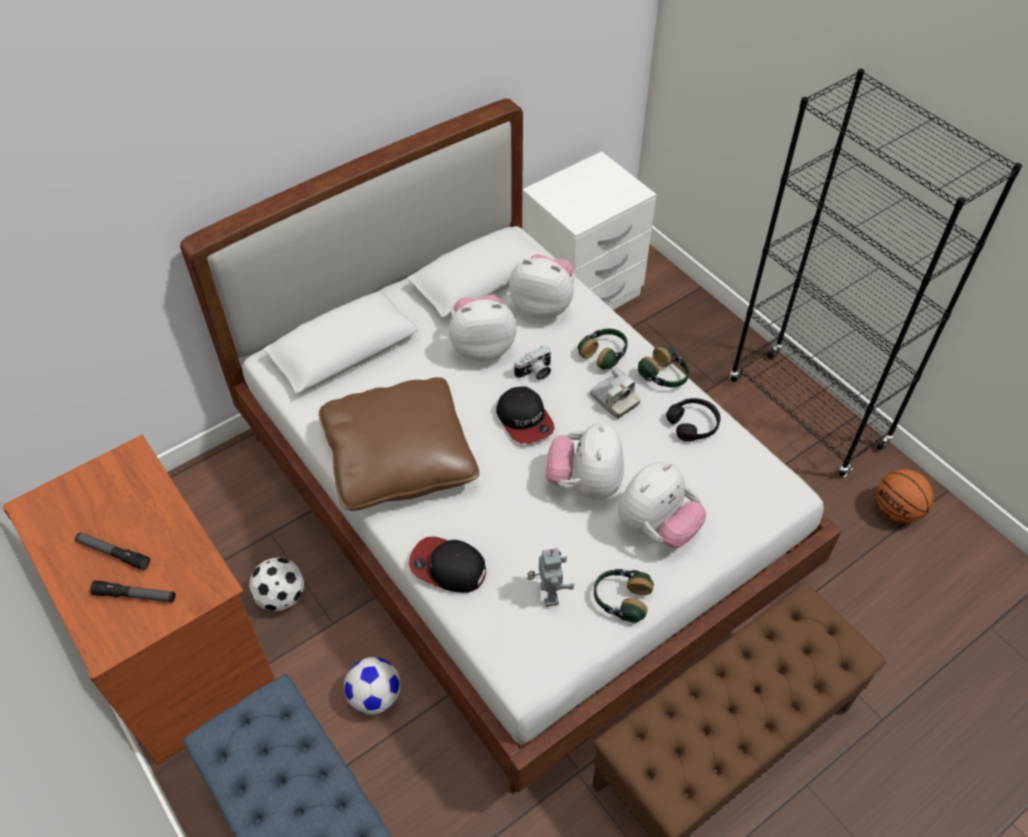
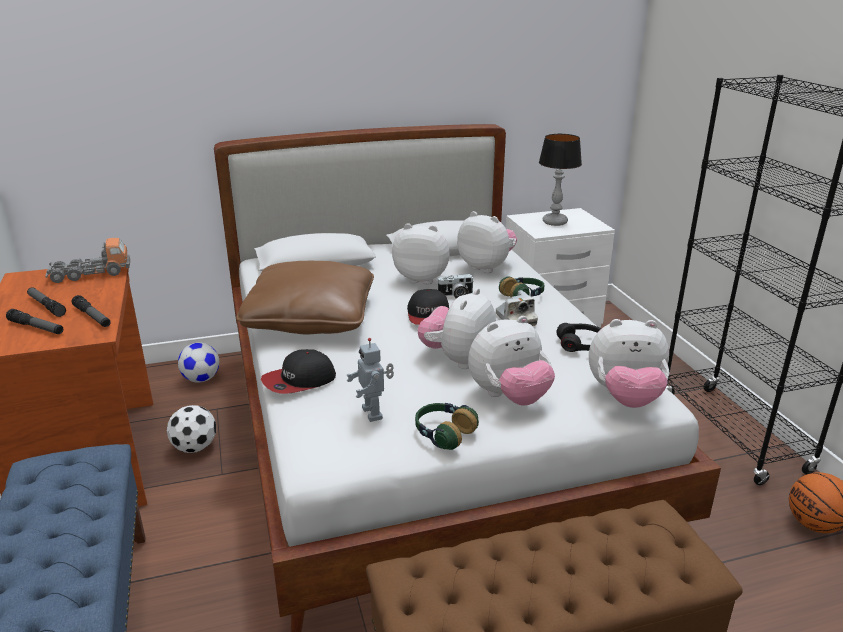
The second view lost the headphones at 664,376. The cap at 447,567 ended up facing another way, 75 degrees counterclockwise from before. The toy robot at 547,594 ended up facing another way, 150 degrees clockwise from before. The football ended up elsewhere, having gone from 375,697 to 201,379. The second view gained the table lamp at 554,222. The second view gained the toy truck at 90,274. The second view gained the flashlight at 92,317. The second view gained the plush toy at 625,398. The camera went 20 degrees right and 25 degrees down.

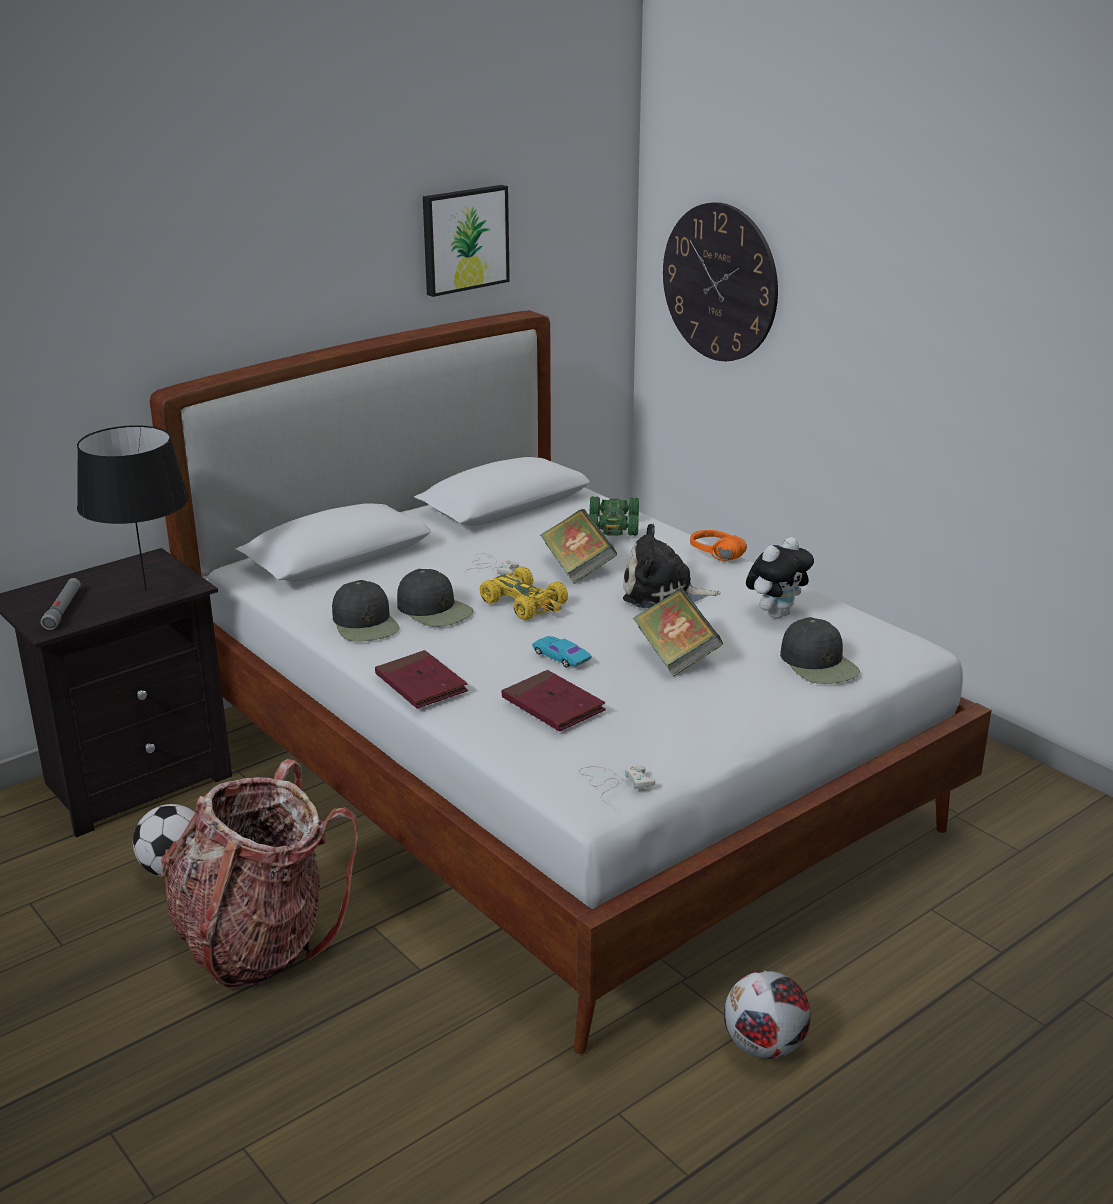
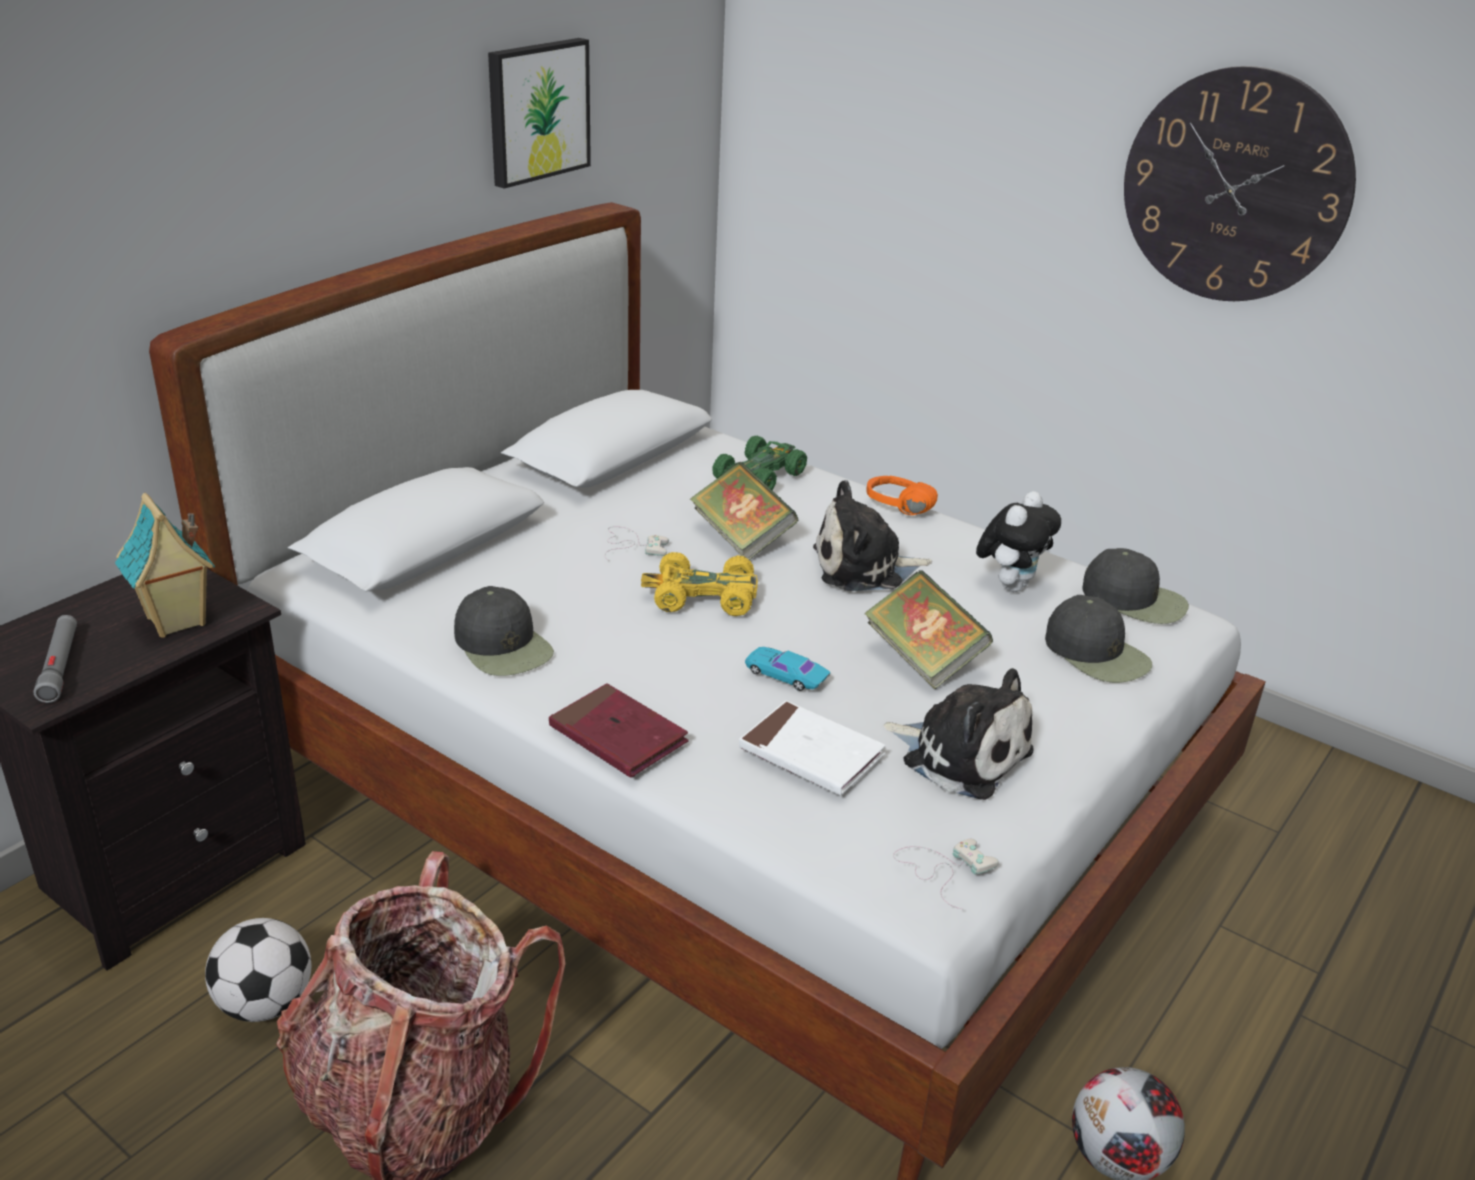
The wall clock ended up elsewhere, having gone from 720,282 to 1235,186. Where the table lamp (black) stood at 145,590, the toy house came to stand at 176,622. The toy car (green) at 613,526 ended up facing another way, 135 degrees counterclockwise from before. The toy car (yellow) at 525,603 ended up facing another way, 150 degrees clockwise from before. The cap (black) ended up elsewhere, having gone from 435,610 to 1135,599. What was the book (red) at 553,705 turned into the book (white) at 811,753. The second view gained the plush toy at 960,754. The camera went 15 degrees left and 5 degrees up.

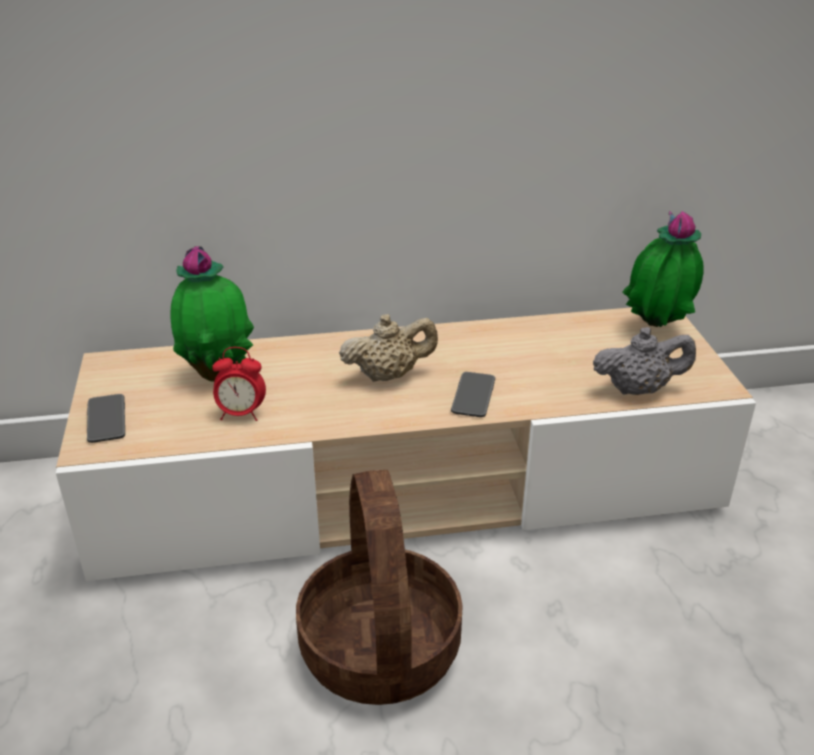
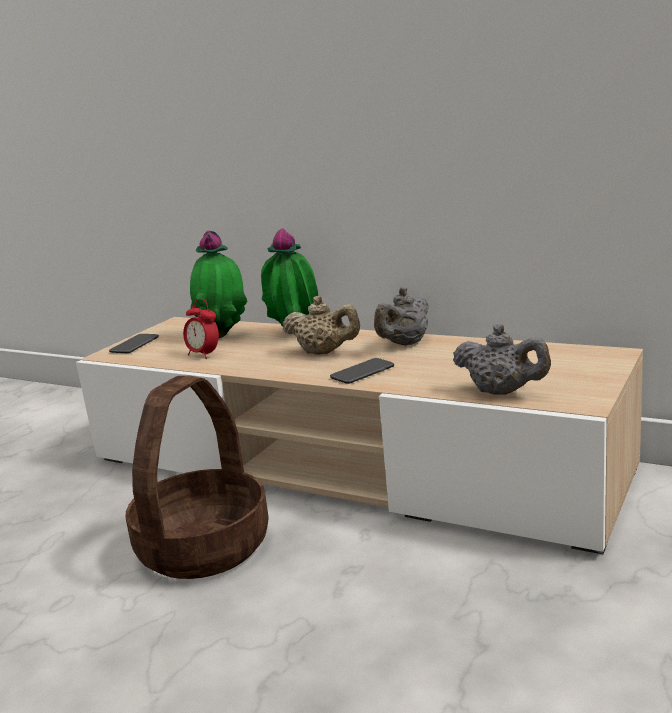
The potted plant ended up elsewhere, having gone from 655,329 to 294,335. The second view gained the teapot (grey) at 405,344. The camera went 40 degrees right and 15 degrees down.

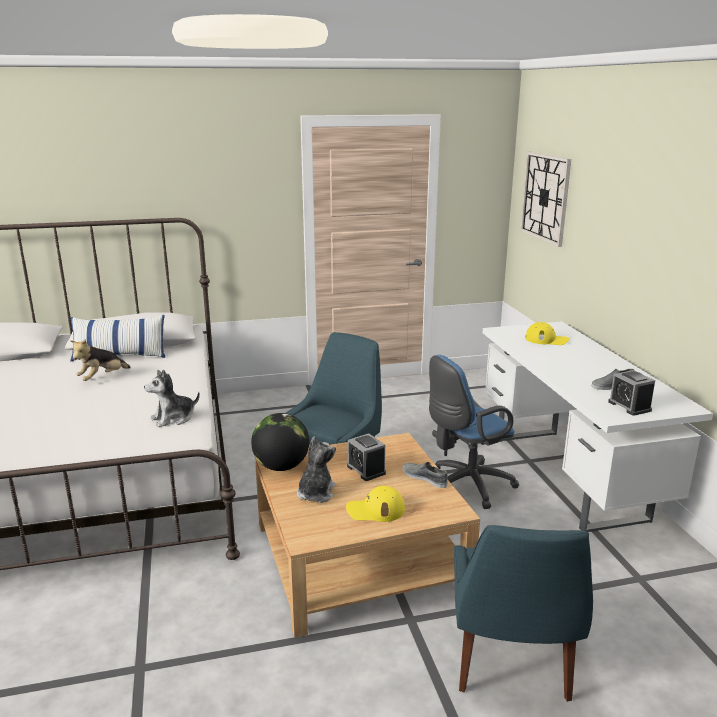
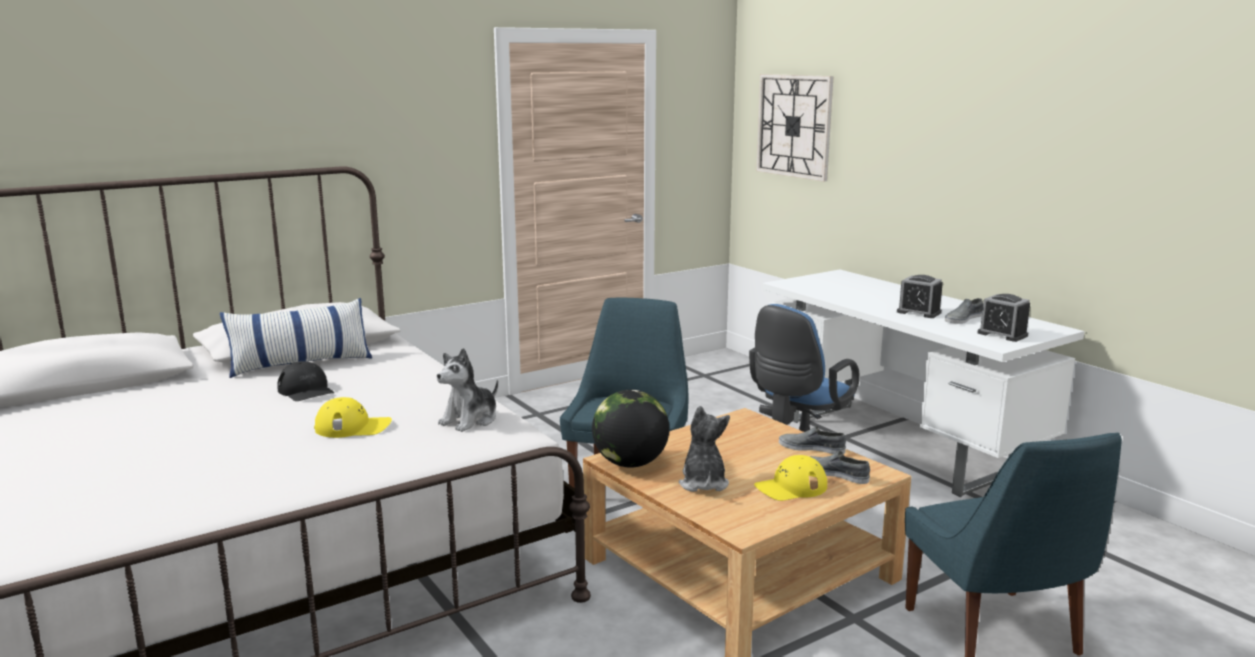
The cap (yellow) ended up elsewhere, having gone from 546,339 to 353,427. Where the plush toy stood at 102,378, the cap (black) came to stand at 306,391. The alarm clock ended up elsewhere, having gone from 366,470 to 919,312. The second view gained the shoe (grey) at 835,474. The camera went 20 degrees left and 5 degrees down.

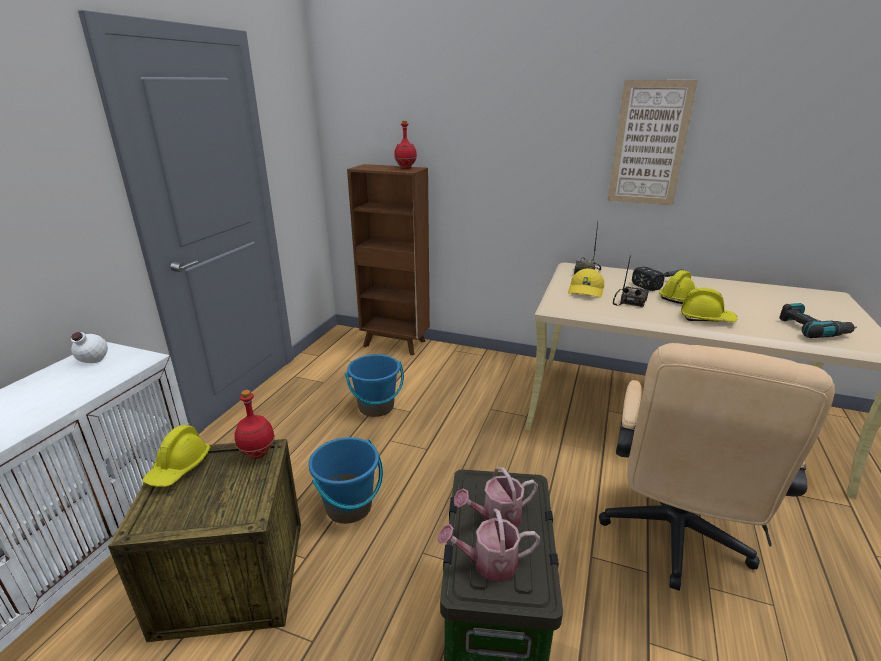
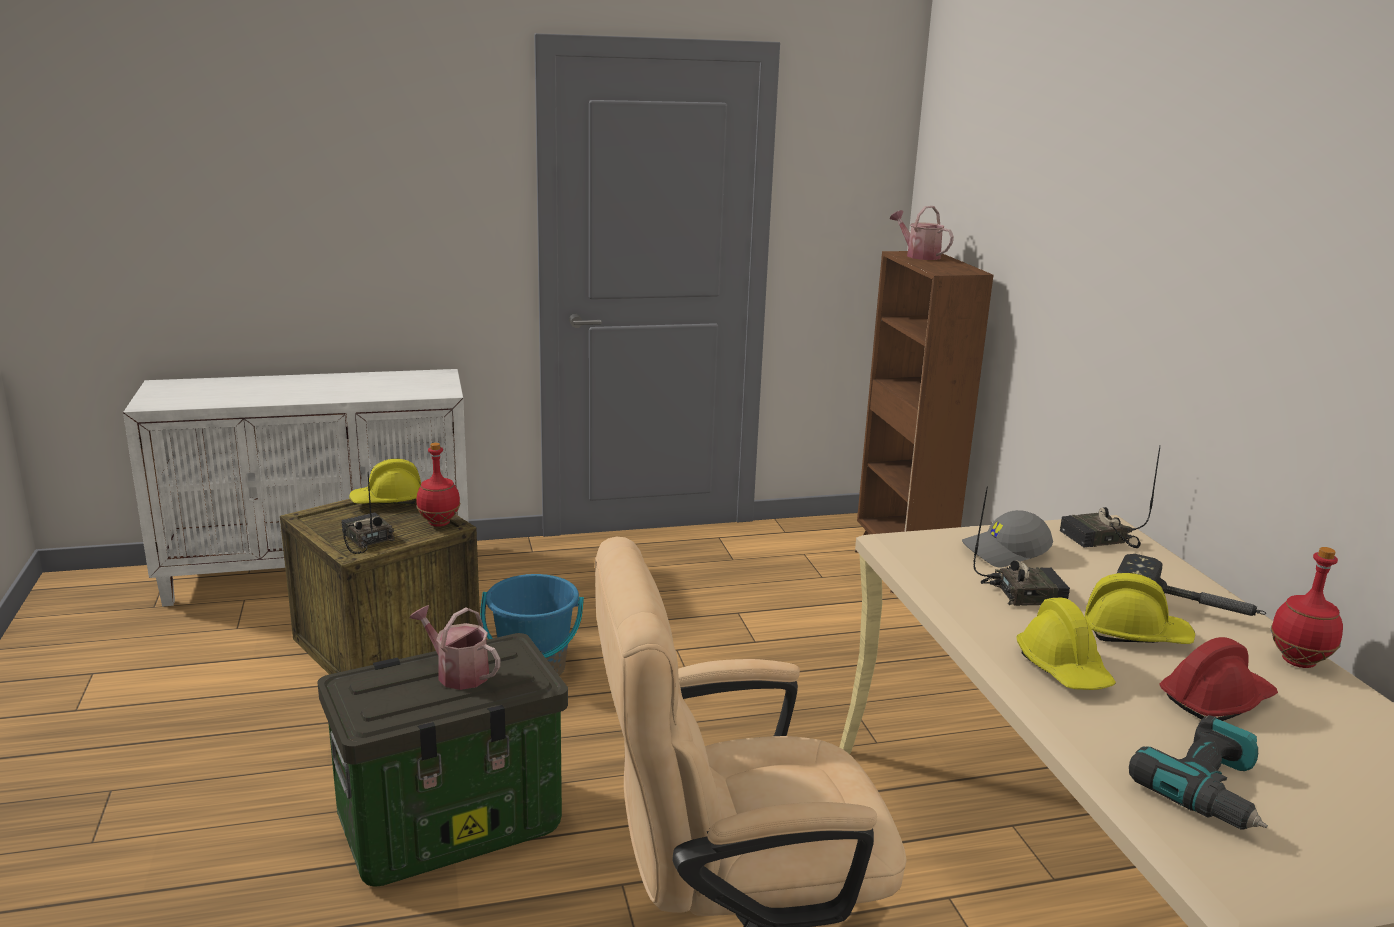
The second view lost the picture at 649,144. The bottle (red) ended up elsewhere, having gone from 405,168 to 1297,662. What was the cap (yellow) at 586,291 turned into the cap (grey) at 1005,552. The second view lost the bottle (white) at 91,362. The second view lost the bucket (blue) at 376,407. The watering can ended up elsewhere, having gone from 488,563 to 919,255. The second view gained the radio at 365,539. The second view gained the hard hat (red) at 1216,700. The camera went 55 degrees right and 5 degrees down.

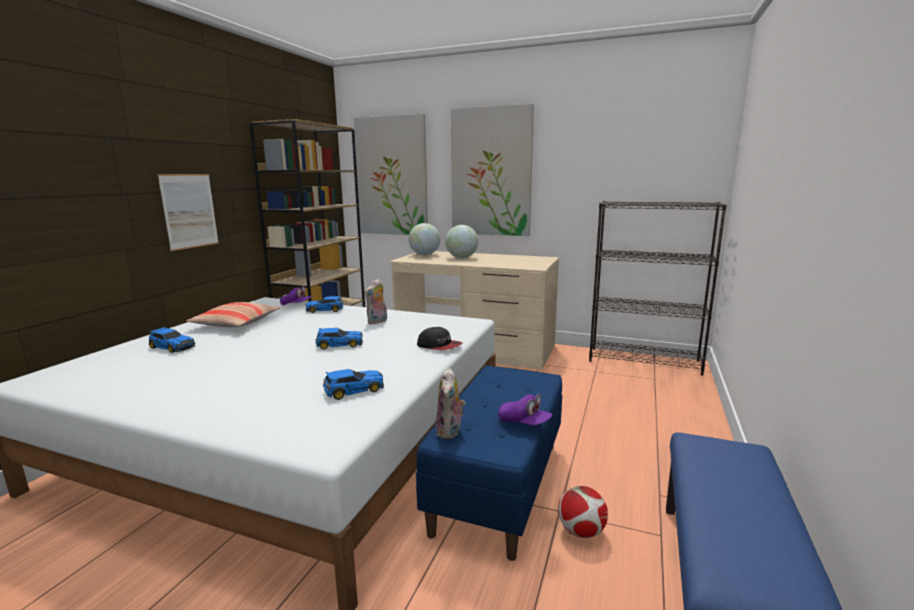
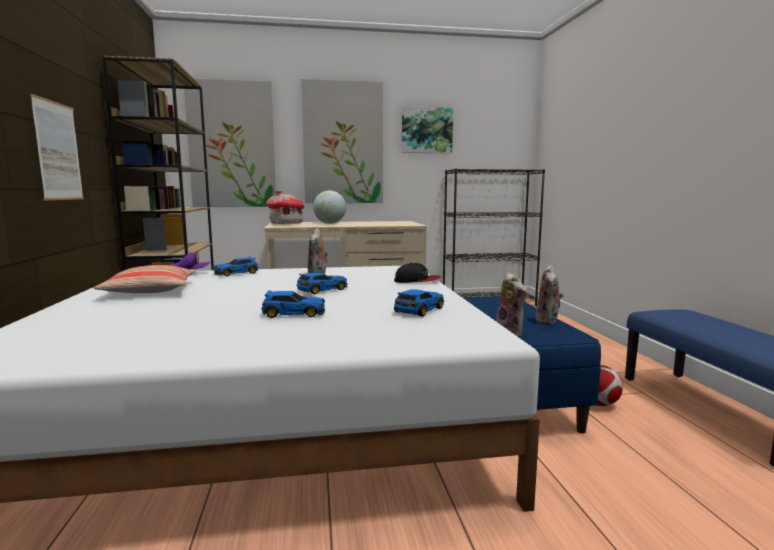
Where the globe stood at 424,255, the toy house came to stand at 286,223. The toy car ended up elsewhere, having gone from 172,347 to 293,313. Where the cap (purple) stood at 524,423, the plush toy came to stand at 548,321. The second view gained the picture at 426,130. The camera went 30 degrees left and 5 degrees down.

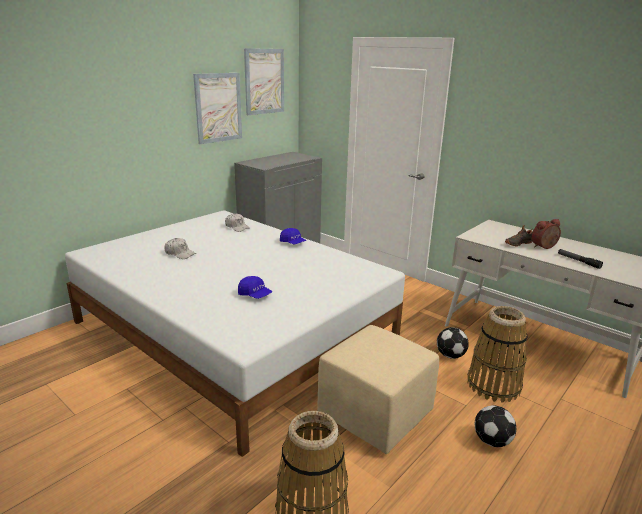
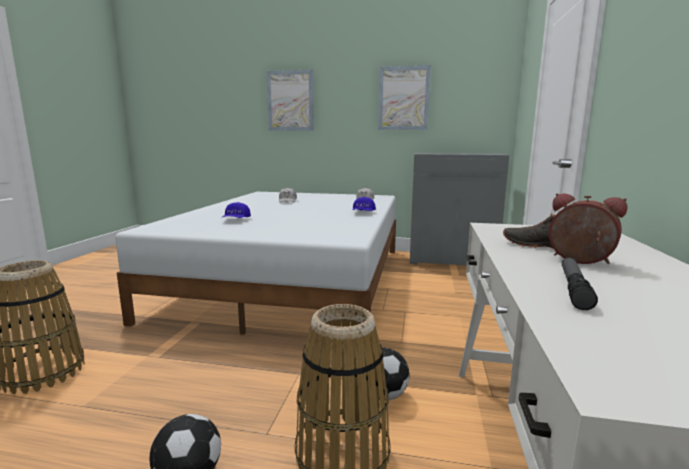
The picture ended up elsewhere, having gone from 264,81 to 290,101. The second view lost the ottoman (beige) at 375,413. The camera went 60 degrees right and 10 degrees down.

